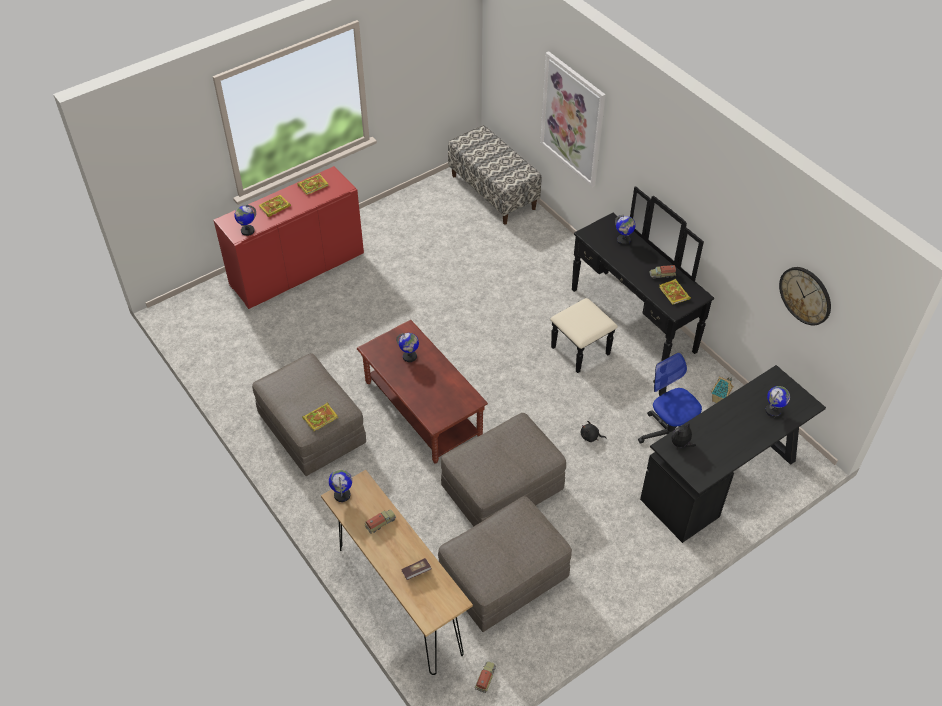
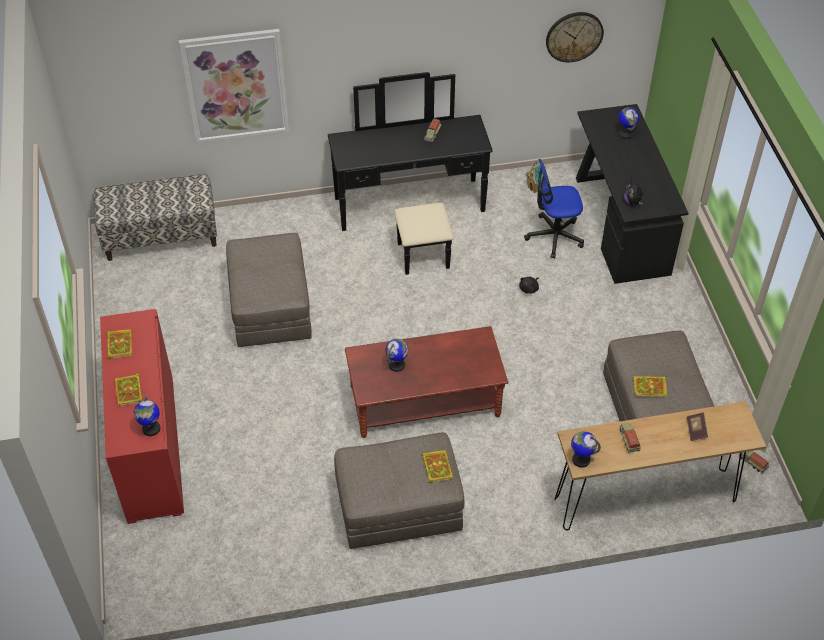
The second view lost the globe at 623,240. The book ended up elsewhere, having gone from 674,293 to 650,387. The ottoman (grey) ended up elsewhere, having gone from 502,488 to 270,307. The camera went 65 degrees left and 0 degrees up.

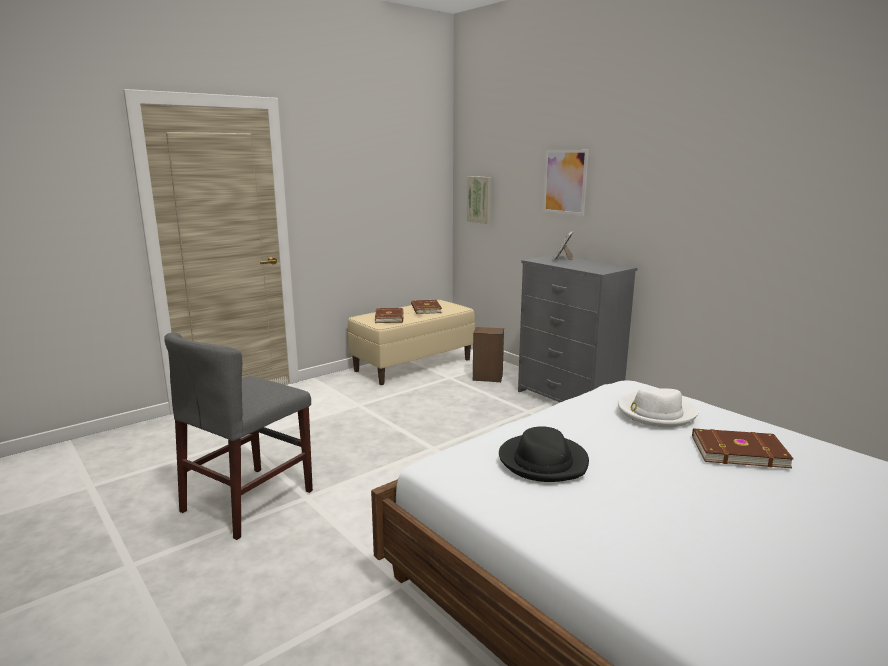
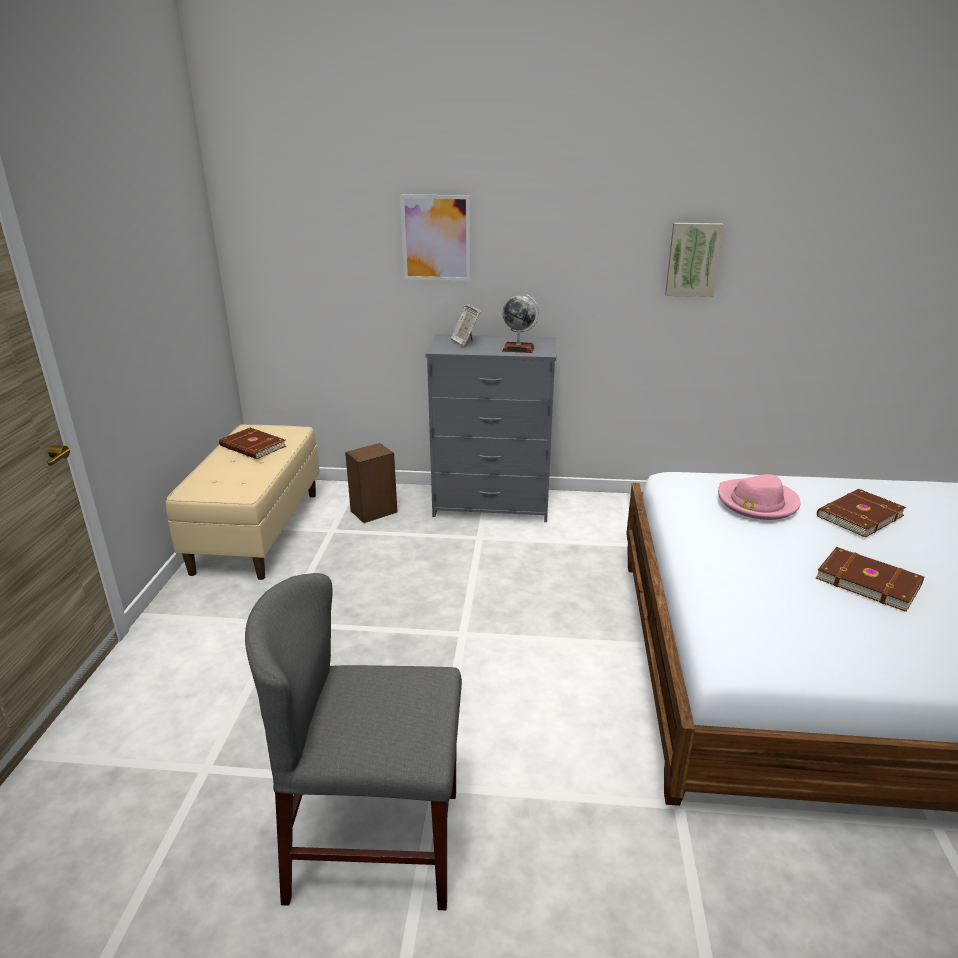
The picture ended up elsewhere, having gone from 480,199 to 693,259. The book (brown) ended up elsewhere, having gone from 390,317 to 868,581. The chair (grey) at 248,500 ended up facing another way, 105 degrees clockwise from before. What was the hat (white) at 655,412 turned into the hat (pink) at 757,502. The second view lost the hat (black) at 543,461. The second view gained the globe at 518,349. The camera went 45 degrees left and 10 degrees up.

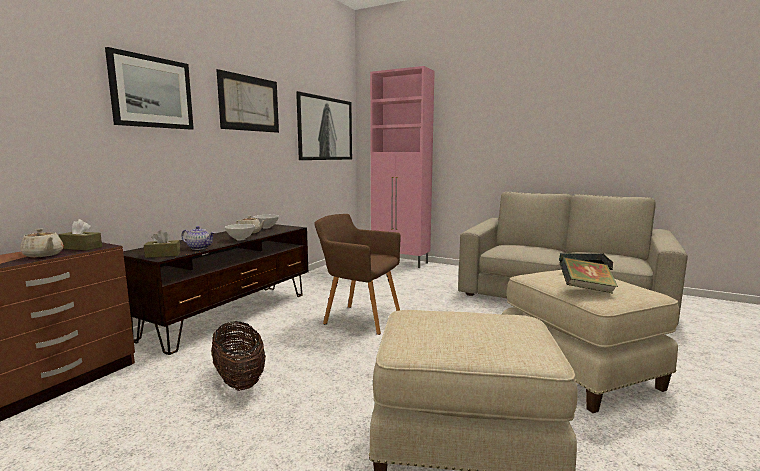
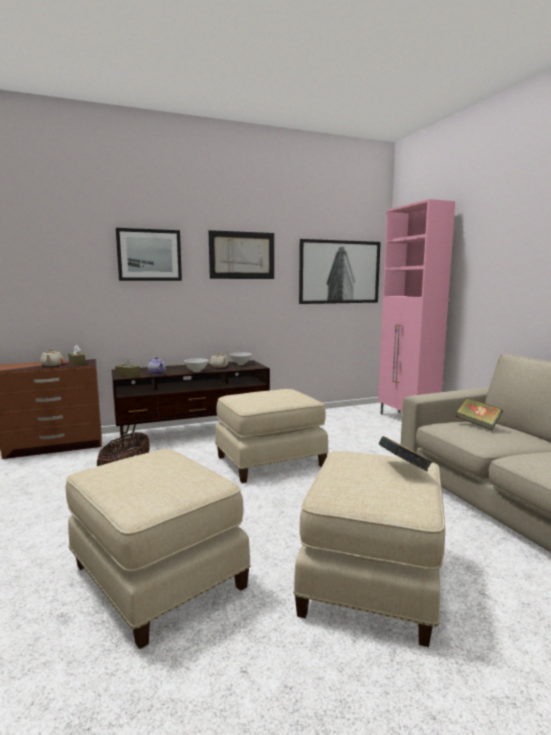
Where the armchair (brown) stood at 359,318, the ottoman (beige) came to stand at 269,460. The book ended up elsewhere, having gone from 586,289 to 477,424. The camera went 40 degrees right and 0 degrees up.

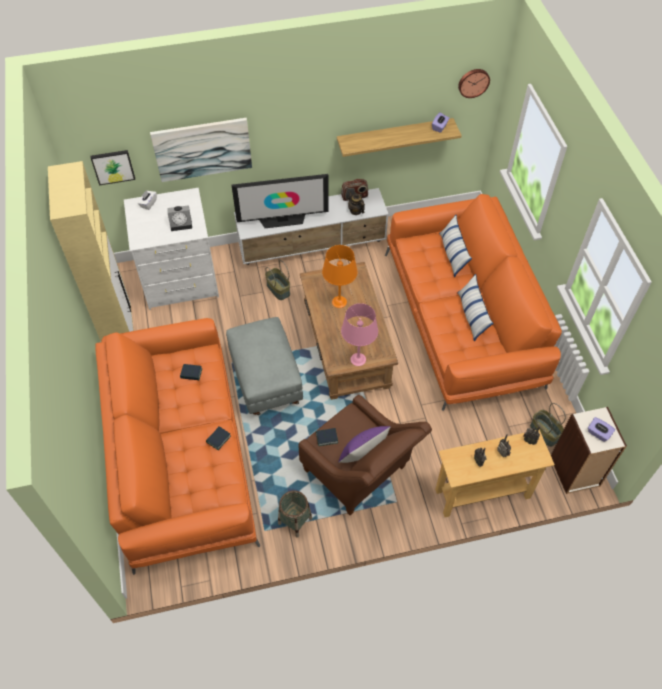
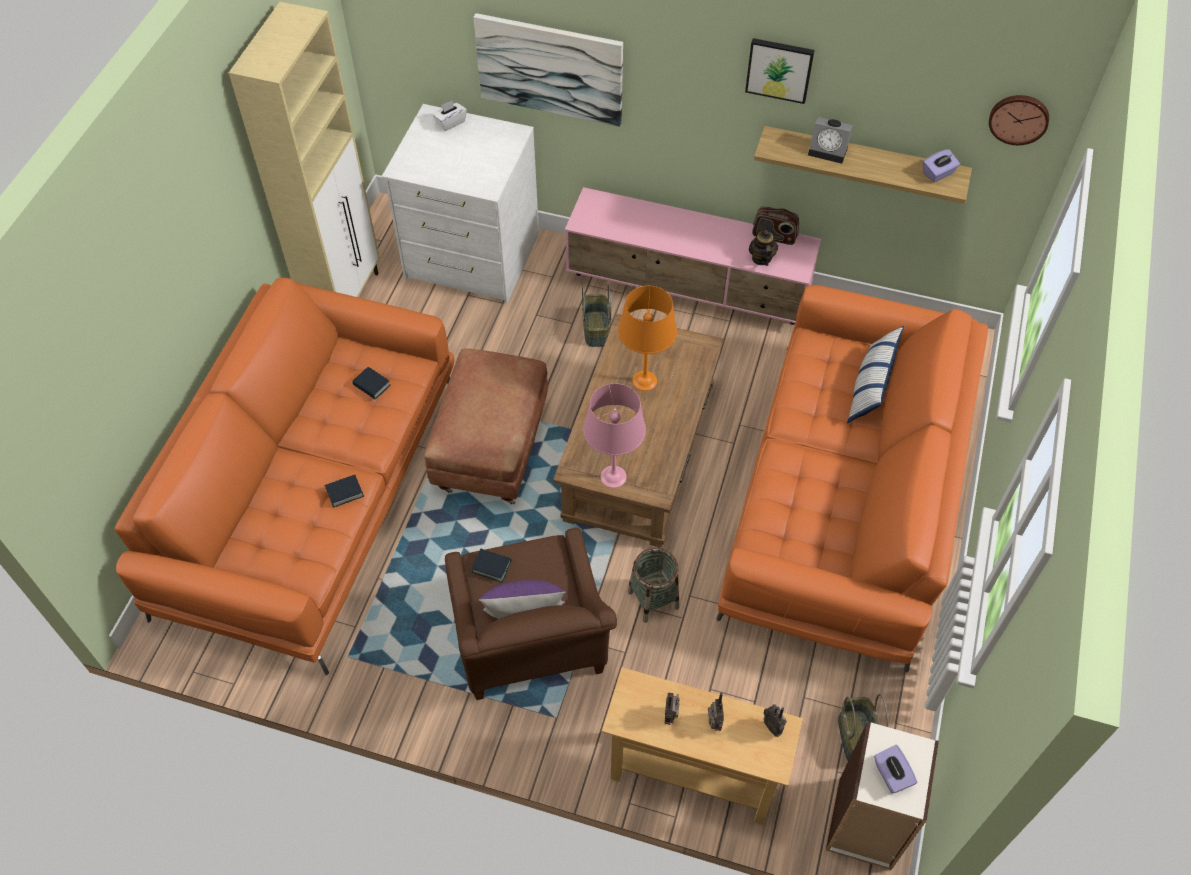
The picture ended up elsewhere, having gone from 113,166 to 779,69. The second view lost the television at 282,220. What was the tv stand (white) at 313,246 turned into the tv stand (pink) at 688,288. The alarm clock ended up elsewhere, having gone from 182,223 to 829,150. The second view lost the pillow at 472,315. What was the ottoman (grey) at 265,380 turned into the ottoman (brown) at 491,449. The basket ended up elsewhere, having gone from 295,521 to 653,599. The camera went 30 degrees right and 0 degrees up.

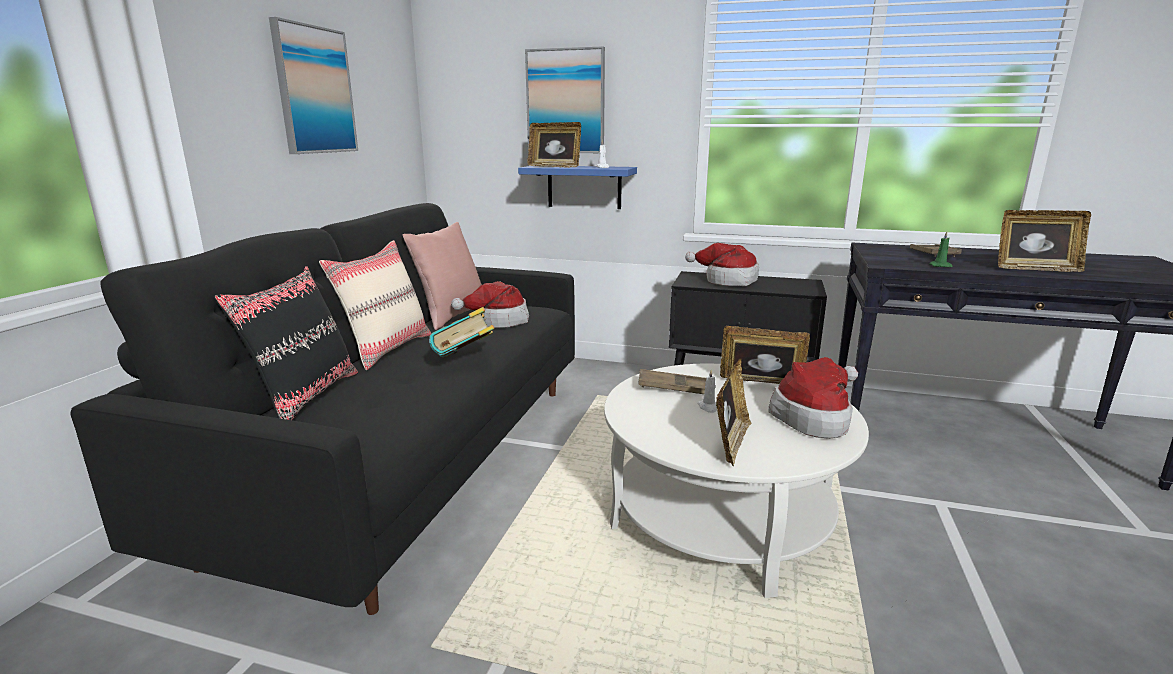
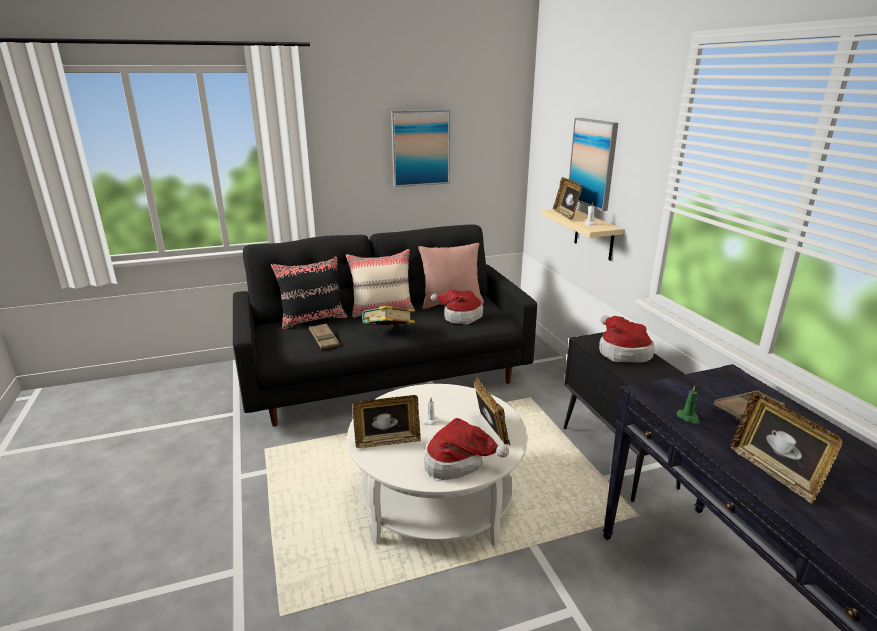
What was the shelf (blue) at 584,187 turned into the shelf (beige) at 594,234. The tray (brown) ended up elsewhere, having gone from 674,387 to 324,339. The camera went 55 degrees right and 5 degrees up.

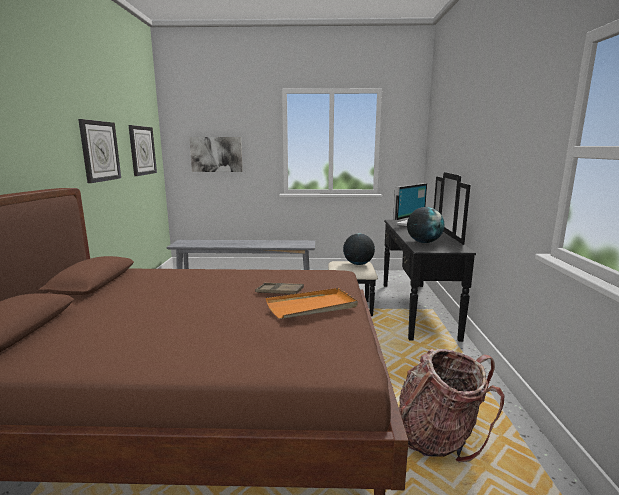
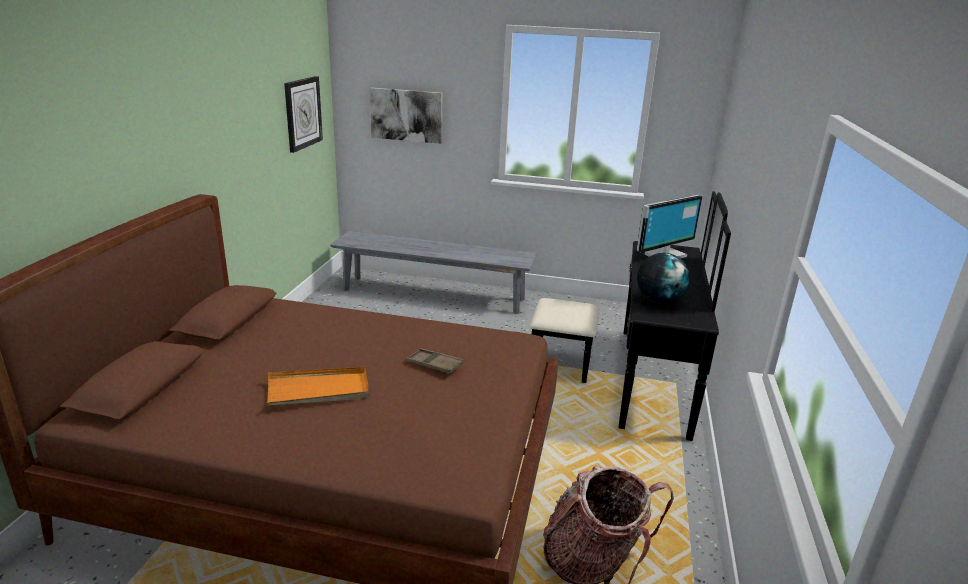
The second view lost the wall clock at 100,151. The second view lost the globe at 358,264. The tray (orange) ended up elsewhere, having gone from 312,306 to 318,390. The camera went 10 degrees right and 10 degrees up.

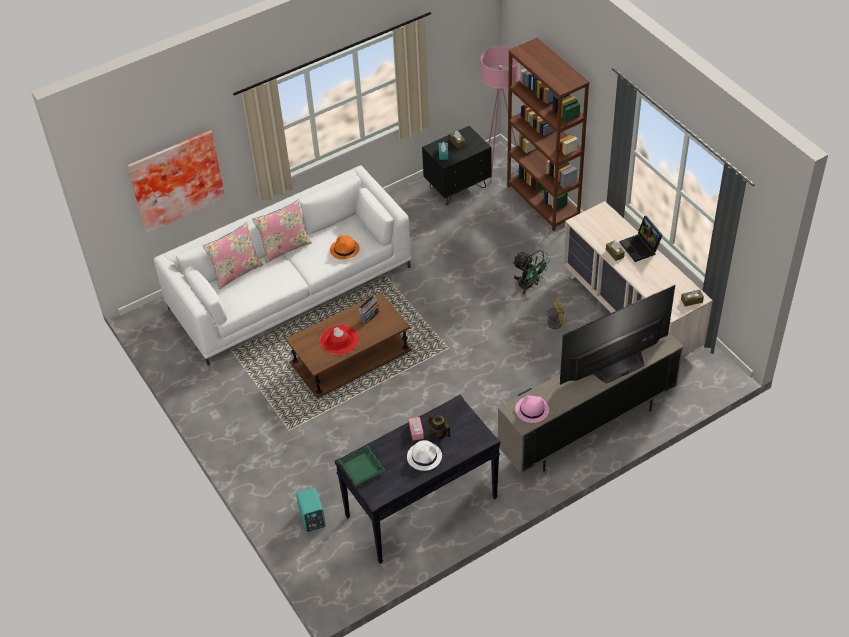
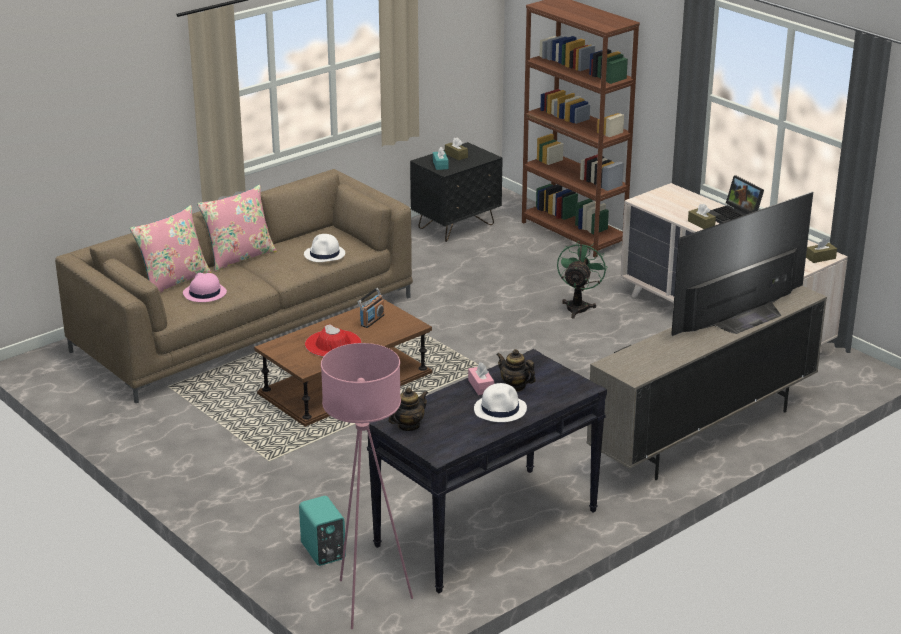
The floor lamp (pink) ended up elsewhere, having gone from 499,168 to 367,601. The second view lost the picture at 176,179. What was the sofa (white) at 290,288 turned into the sofa (brown) at 245,324. What was the hat (orange) at 344,249 turned into the hat (white) at 324,254. The fan (green) at 529,286 ended up facing another way, 105 degrees counterclockwise from before. The second view lost the fan (yellow) at 551,322. The hat (pink) ended up elsewhere, having gone from 531,410 to 204,293. Where the tray (green) stood at 361,468, the teapot came to stand at 408,426. The camera went 10 degrees left and 20 degrees down.

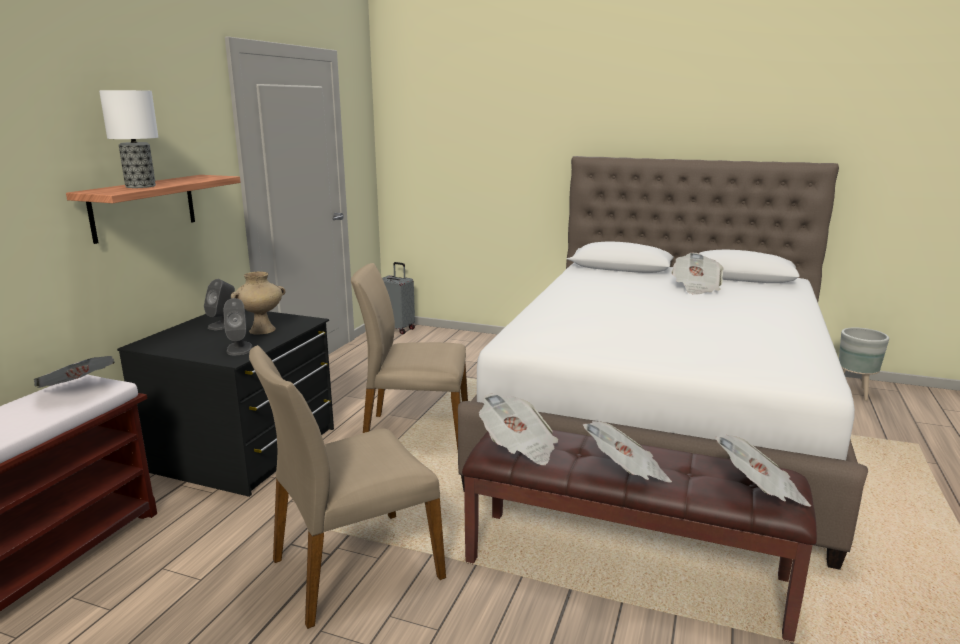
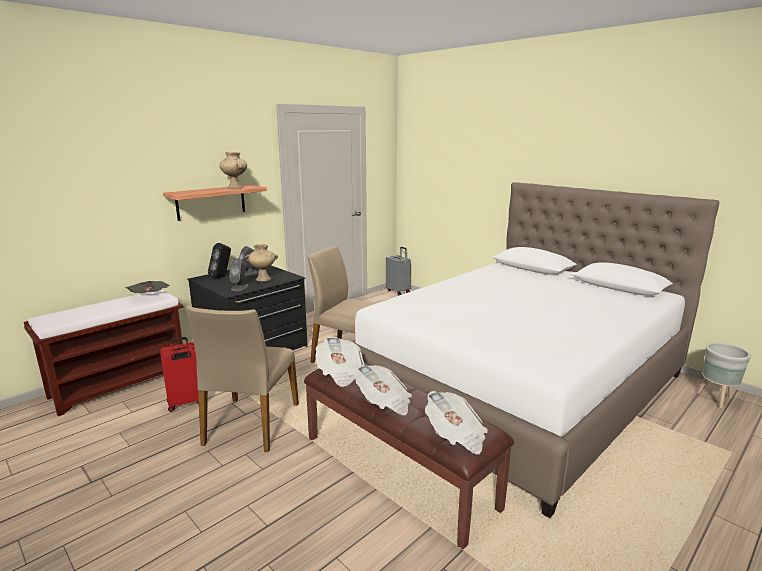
The second view lost the table lamp at 141,186. The second view lost the newspaper at 696,288. The chair (beige) at 354,567 ended up facing another way, 75 degrees counterclockwise from before. The second view gained the vase (beige) at 235,188. The second view gained the speaker (black) at 222,277. The second view gained the suitcase (red) at 187,403. The camera went 25 degrees right and 0 degrees up.

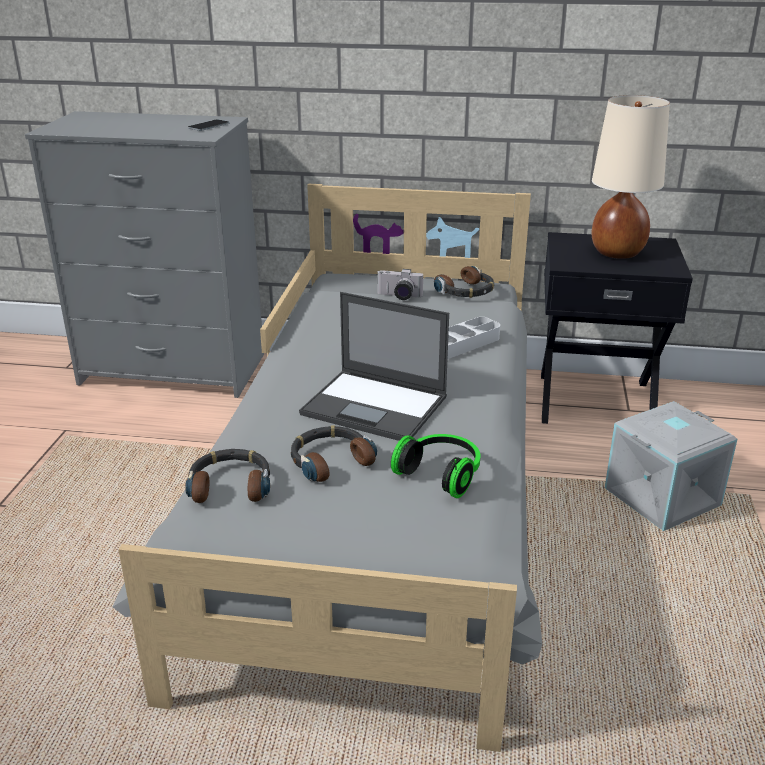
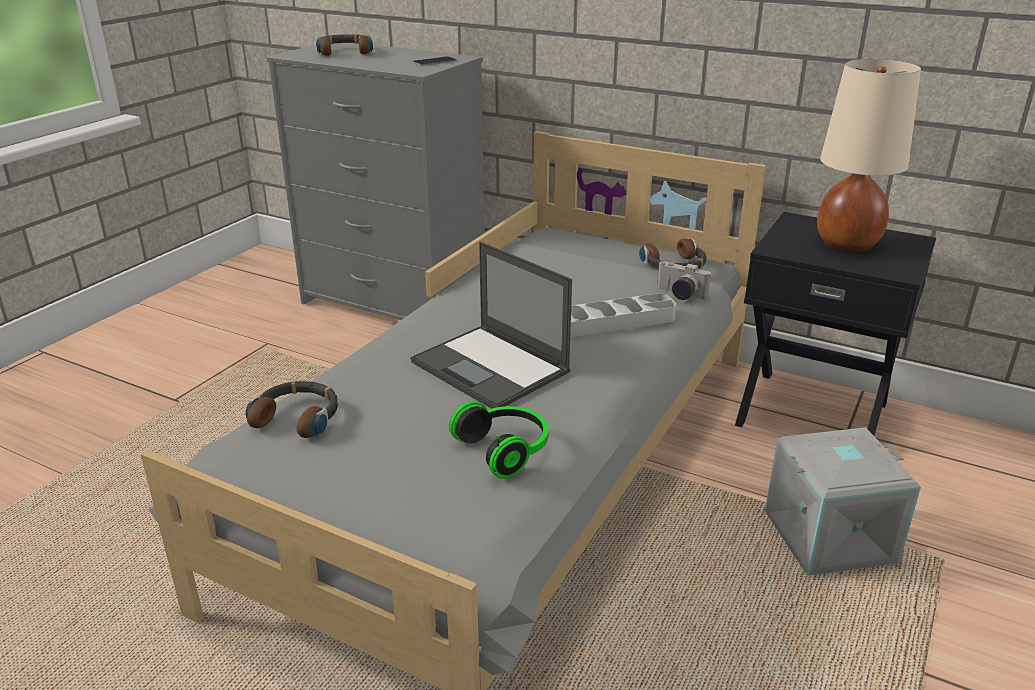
The photo camera ended up elsewhere, having gone from 399,297 to 679,295. The headphones ended up elsewhere, having gone from 330,460 to 345,52. The camera went 20 degrees right and 0 degrees up.

